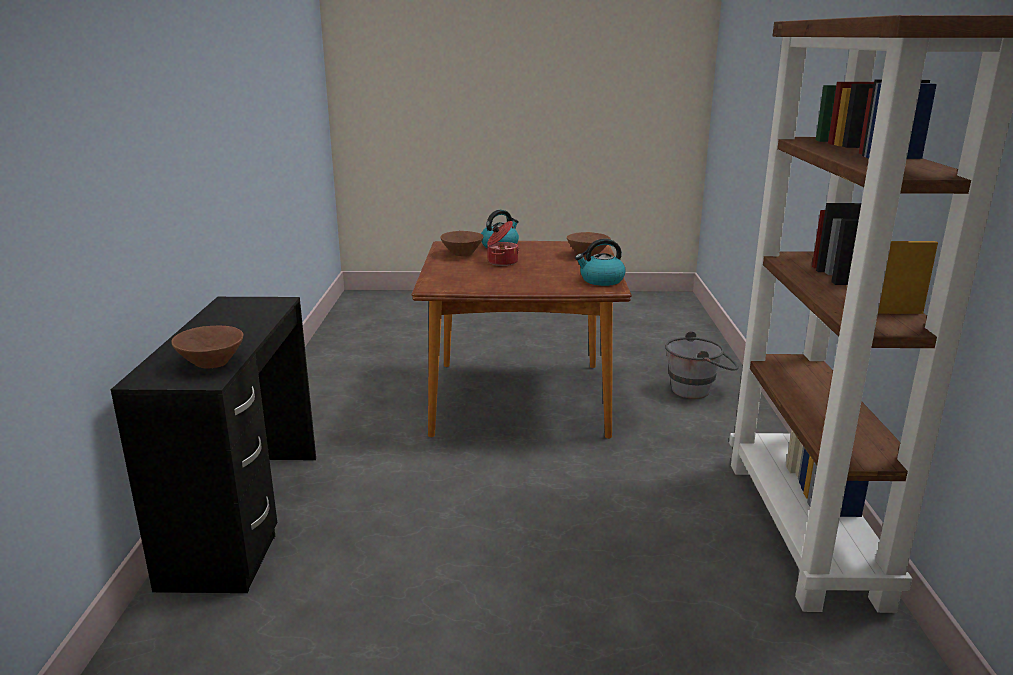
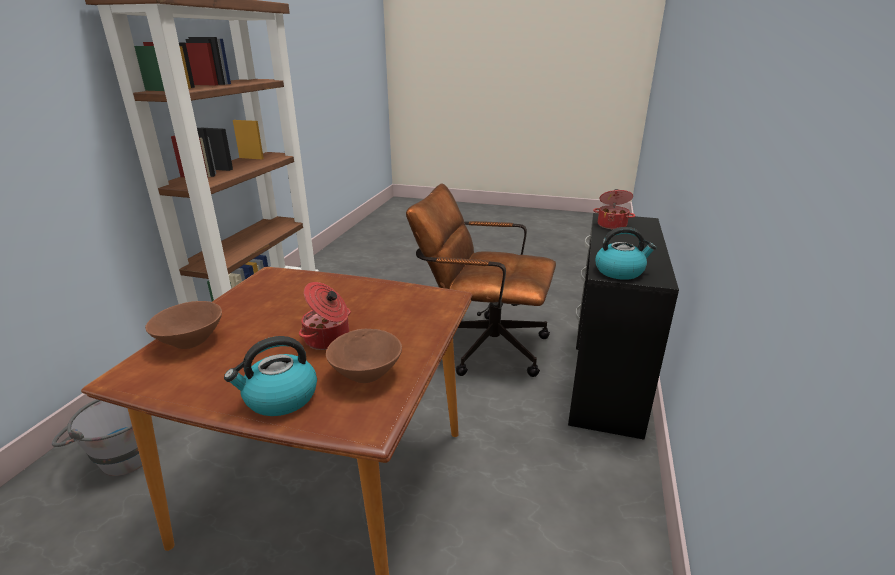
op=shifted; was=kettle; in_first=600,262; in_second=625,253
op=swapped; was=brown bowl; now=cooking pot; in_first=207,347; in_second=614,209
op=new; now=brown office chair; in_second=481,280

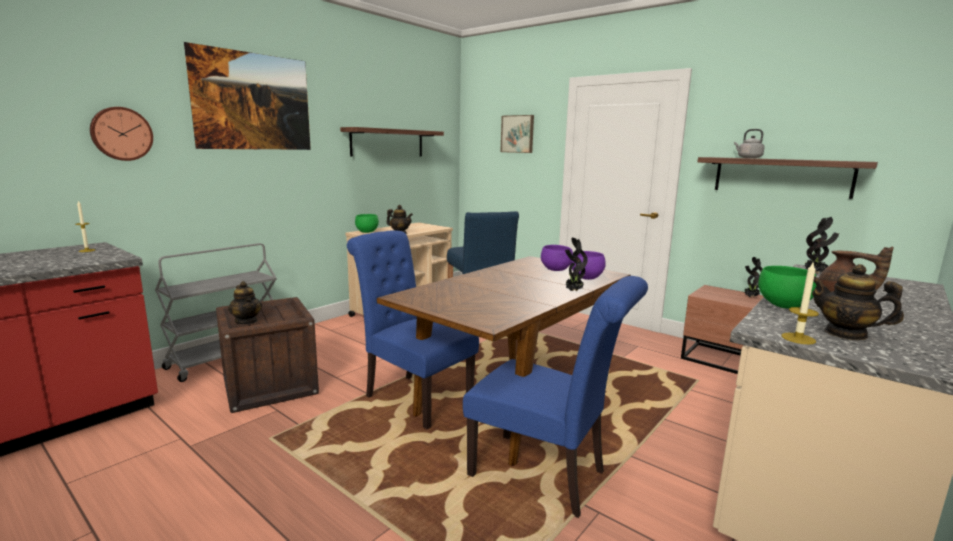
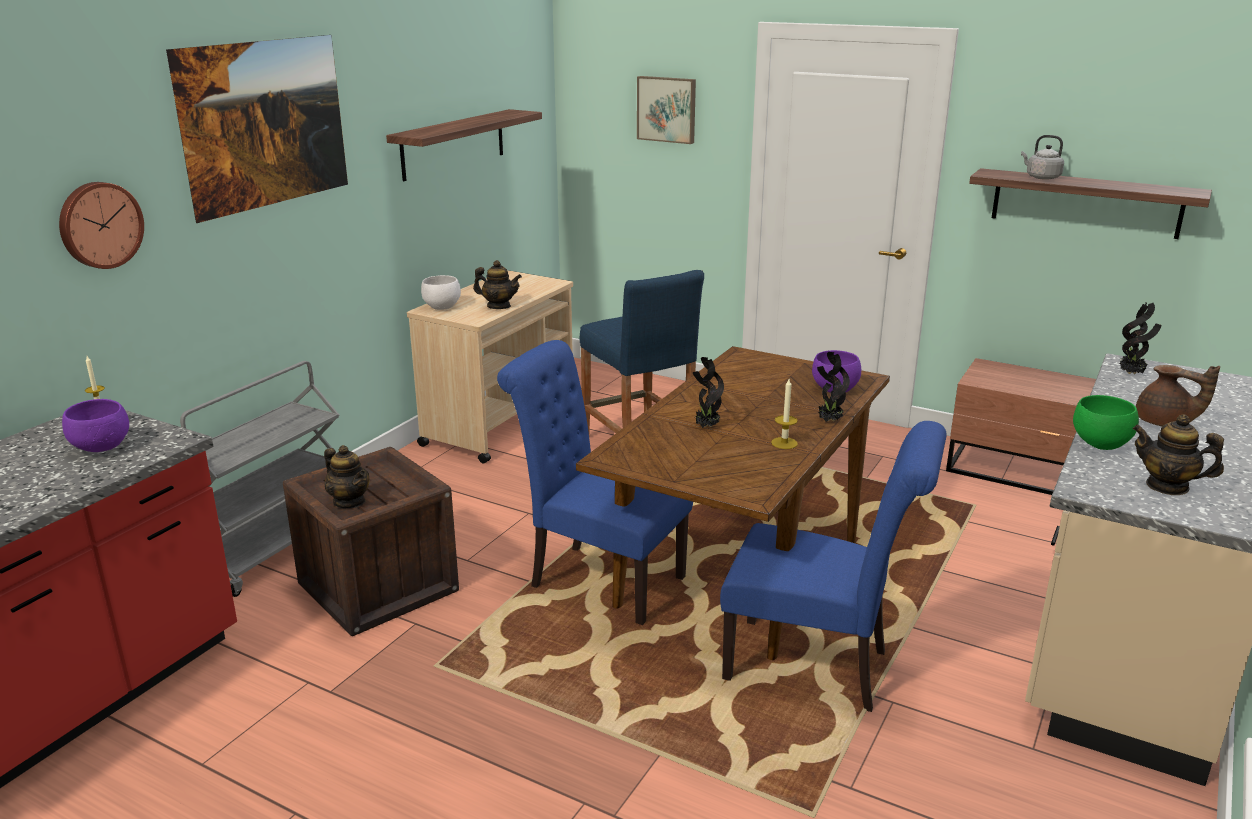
op=repainted; was=green bowl; now=white bowl; in_first=367,223; in_second=441,292
op=shifted; was=purple bowl; in_first=557,258; in_second=95,425
op=shifted; was=potted plant; in_first=754,277; in_second=708,392
op=shifted; was=candle; in_first=800,303; in_second=784,414

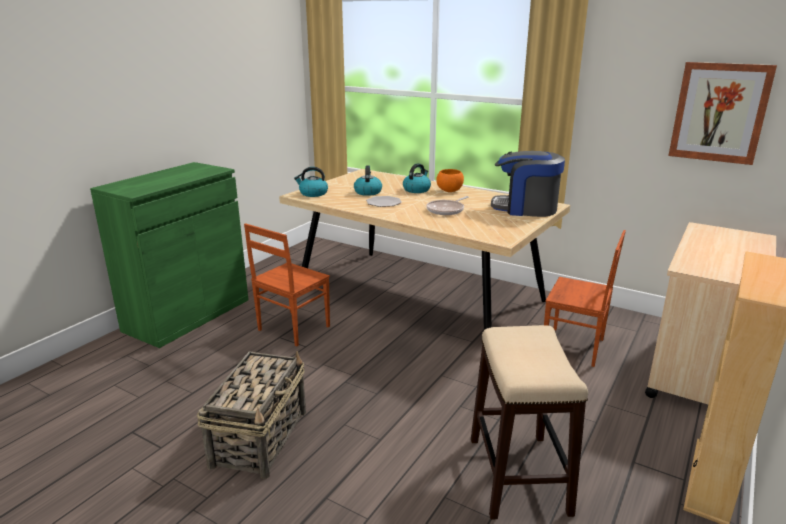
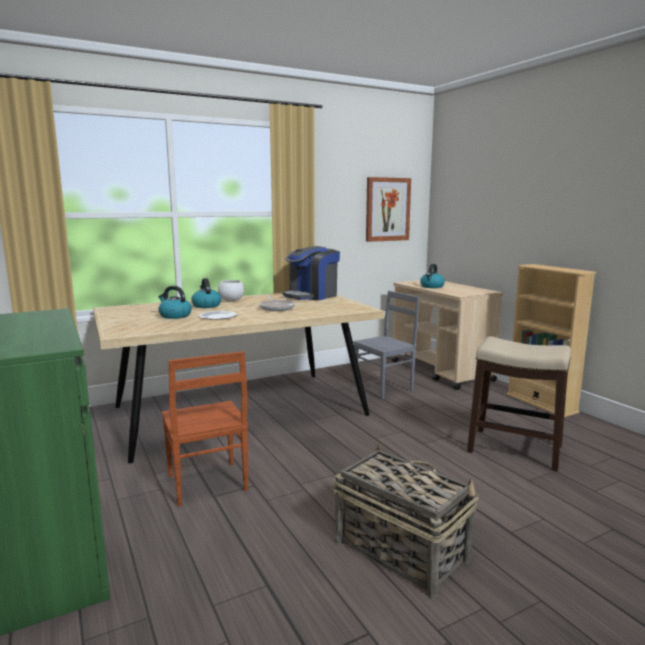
op=shifted; was=kettle; in_first=311,182; in_second=432,276
op=repainted; was=orange bowl; now=white bowl; in_first=450,180; in_second=231,290
op=repainted; was=brown chair; now=grey chair; in_first=585,298; in_second=386,345

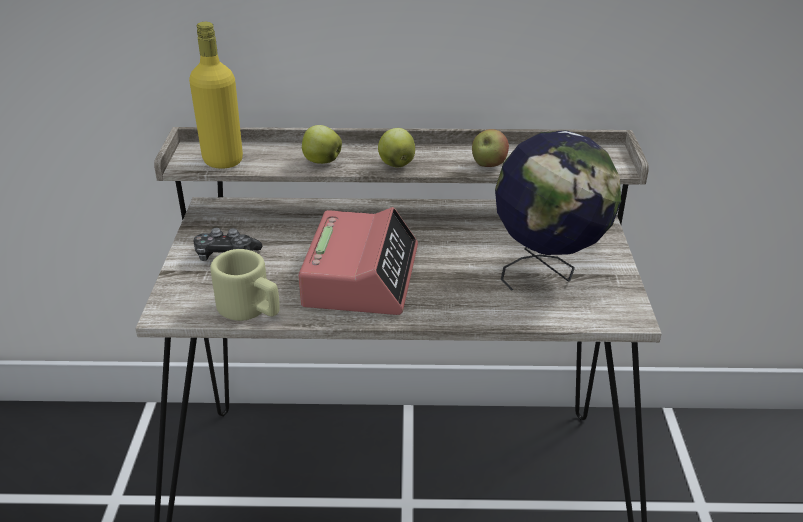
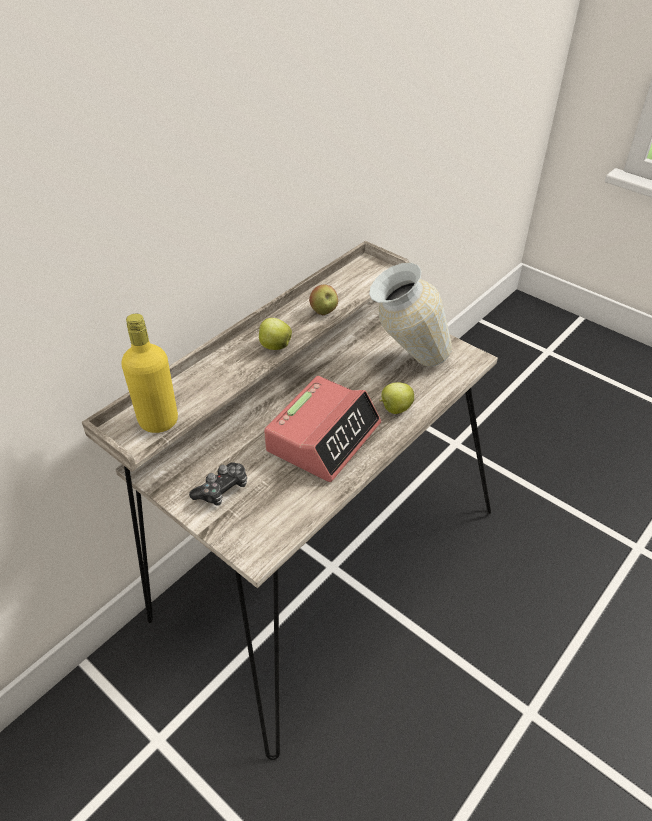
op=shifted; was=apple; in_first=322,144; in_second=397,398
op=swapped; was=globe; now=vase; in_first=558,210; in_second=410,314
op=rotated; was=alarm clock; in_first=358,261; in_second=322,429; clockwise=75
op=gone; was=beige mug; in_first=245,285

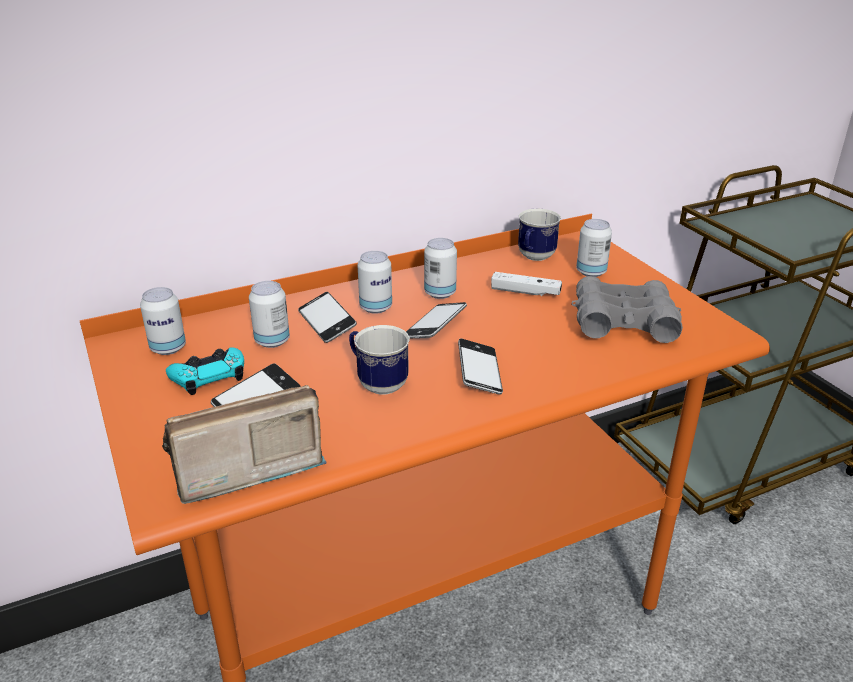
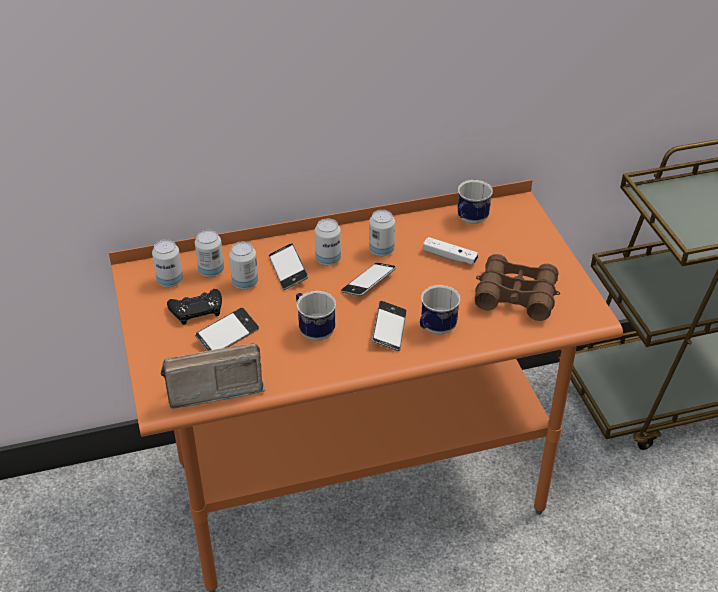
op=shifted; was=can; in_first=594,248; in_second=209,253
op=repainted; was=grey binoculars; now=brown binoculars; in_first=627,309; in_second=517,287
op=repainted; was=turquoise game controller; now=black game controller; in_first=205,371; in_second=194,307
op=new; now=mug; in_second=440,310

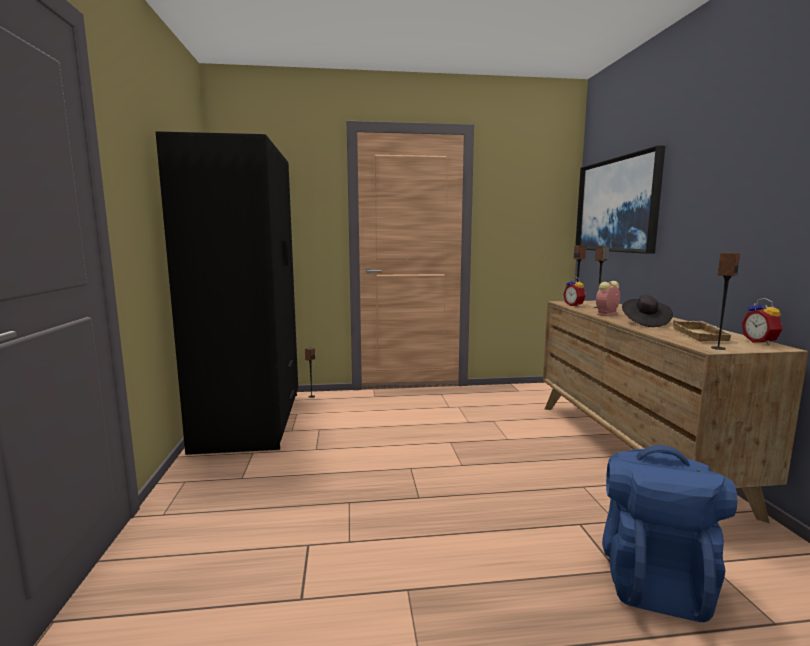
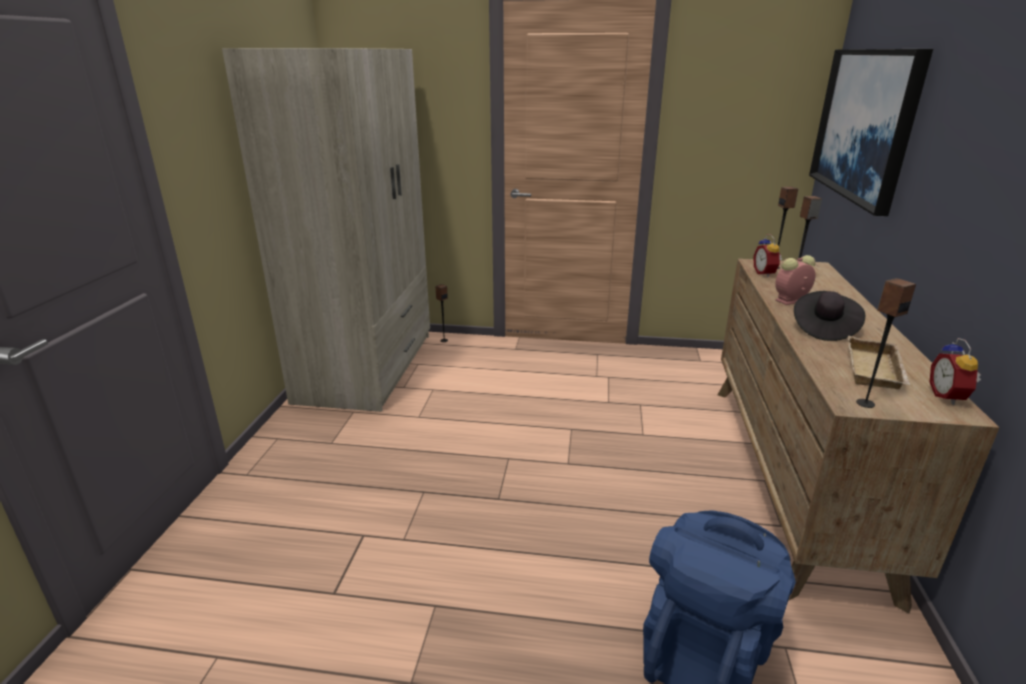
op=repainted; was=black wardrobe; now=beige wardrobe; in_first=226,293; in_second=326,230

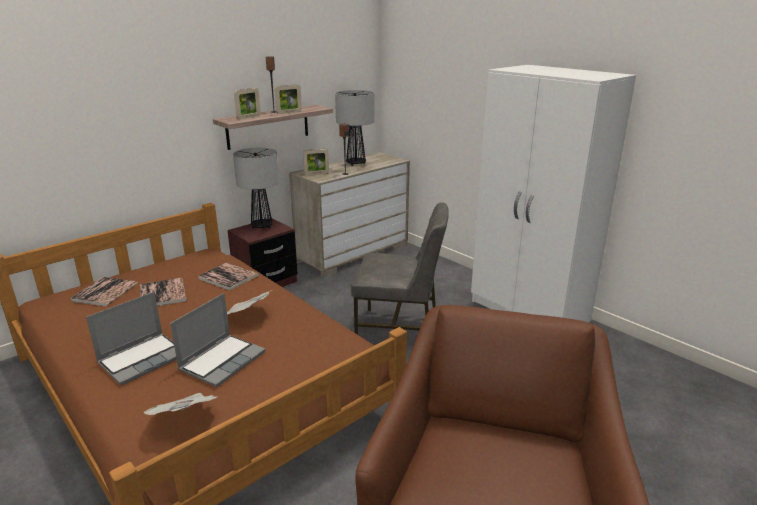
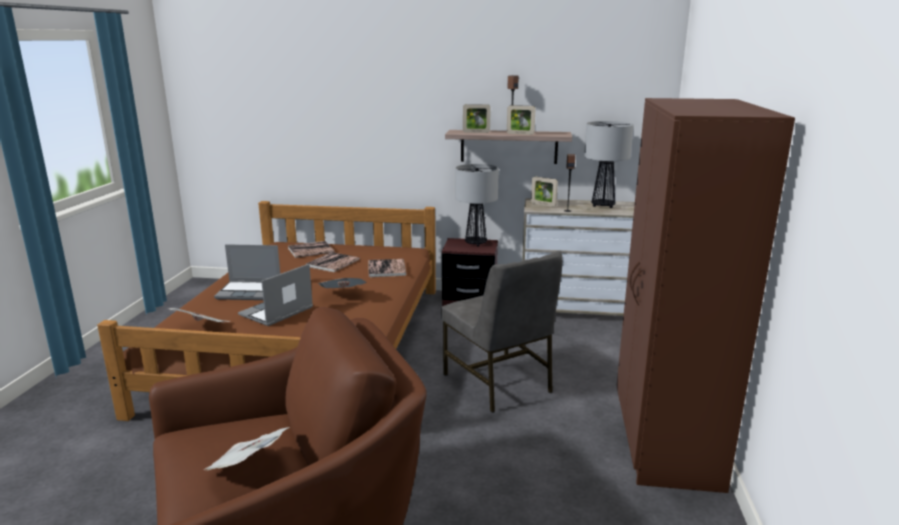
op=repainted; was=white wardrobe; now=brown wardrobe; in_first=553,193; in_second=705,295
op=rotated; was=laptop; in_first=218,340; in_second=275,295; clockwise=135
op=new; now=newspaper; in_second=247,448

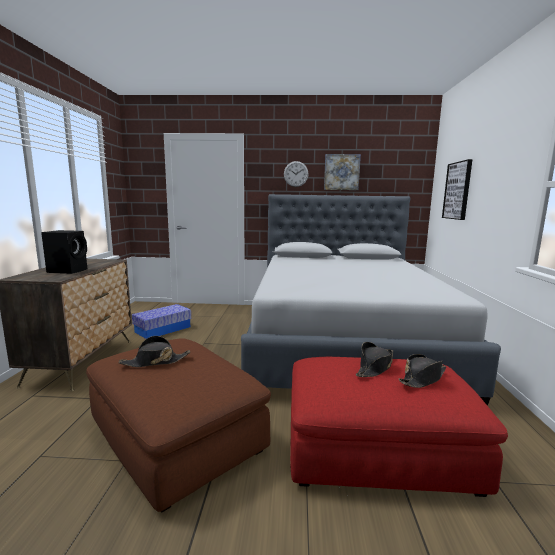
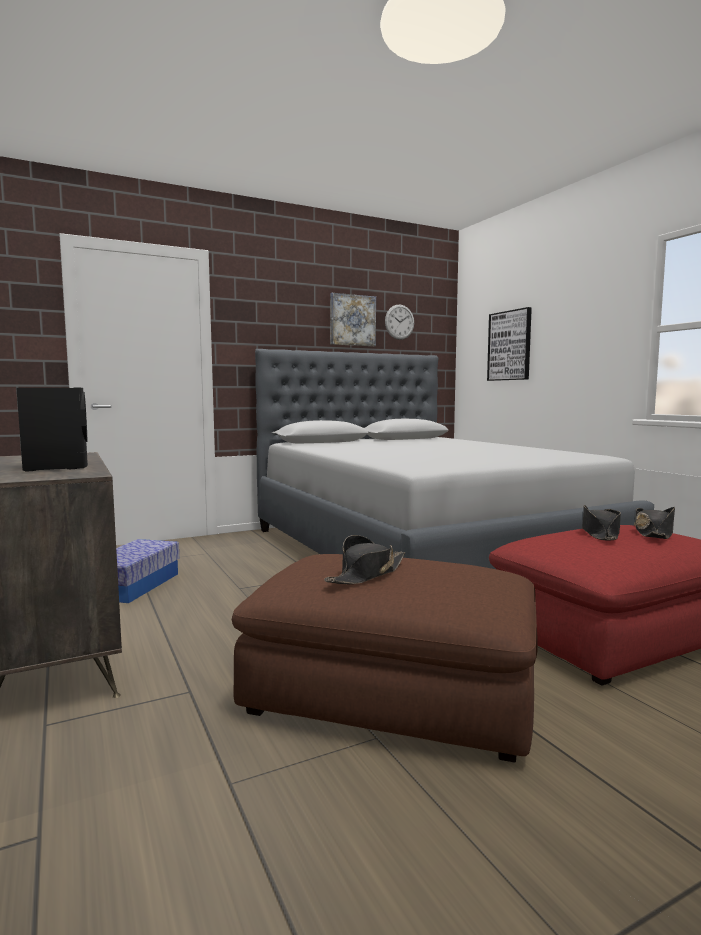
op=shifted; was=wall clock; in_first=296,174; in_second=399,322

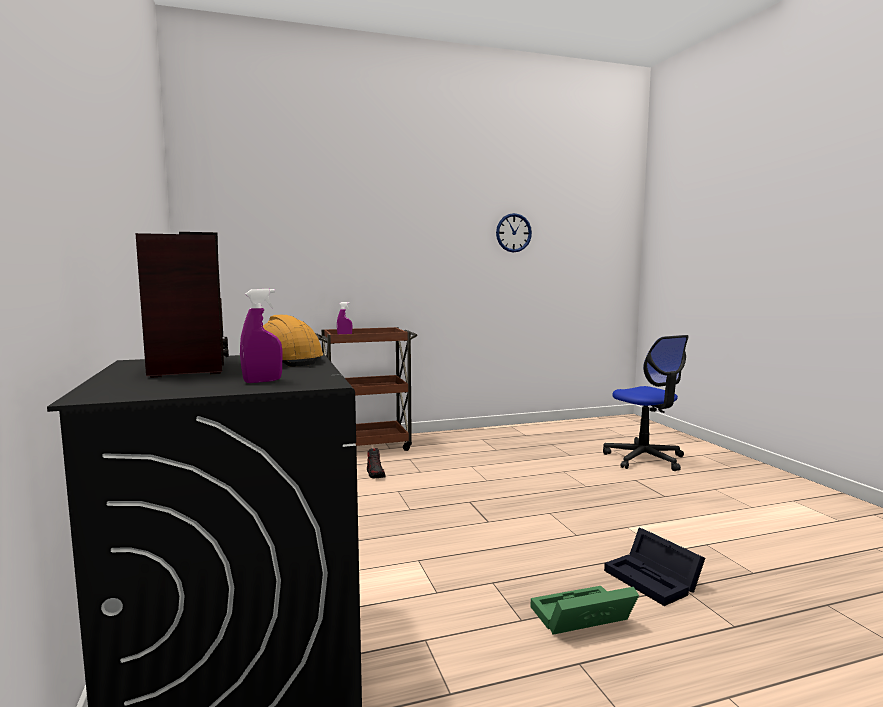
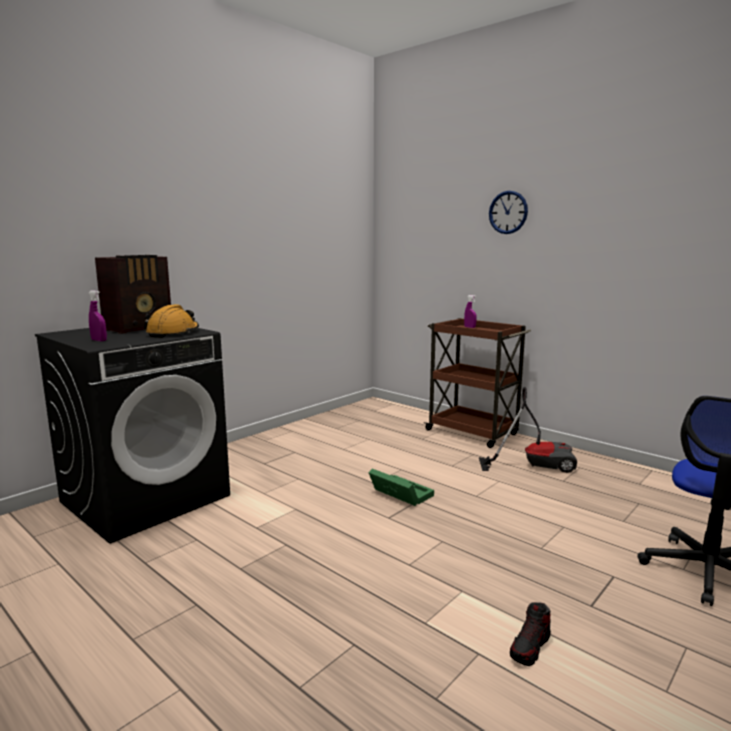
op=shifted; was=wall clock; in_first=514,233; in_second=508,212
op=shifted; was=shoe; in_first=376,463; in_second=530,634
op=gone; was=black storage box; in_first=654,567
op=shifted; was=green storage box; in_first=585,610; in_second=401,487
op=new; now=vacuum cleaner; in_second=528,430

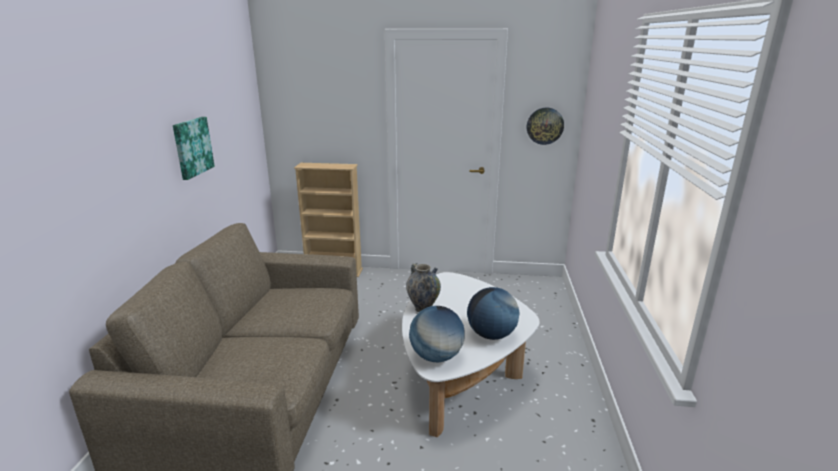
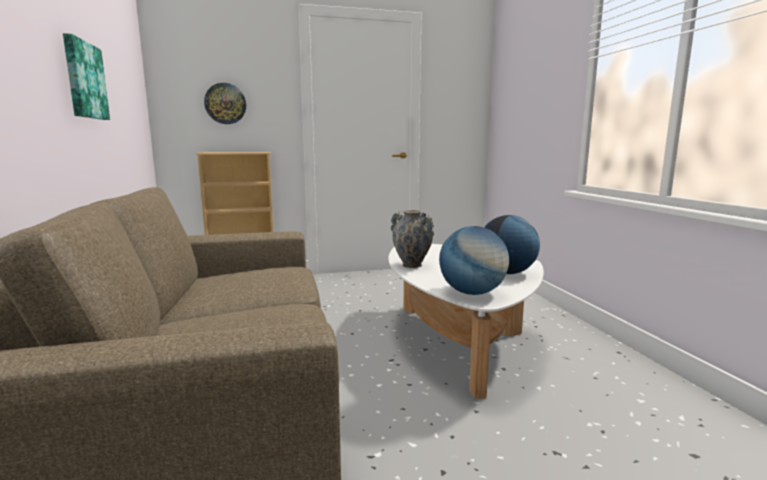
op=shifted; was=wall clock; in_first=545,126; in_second=225,103

